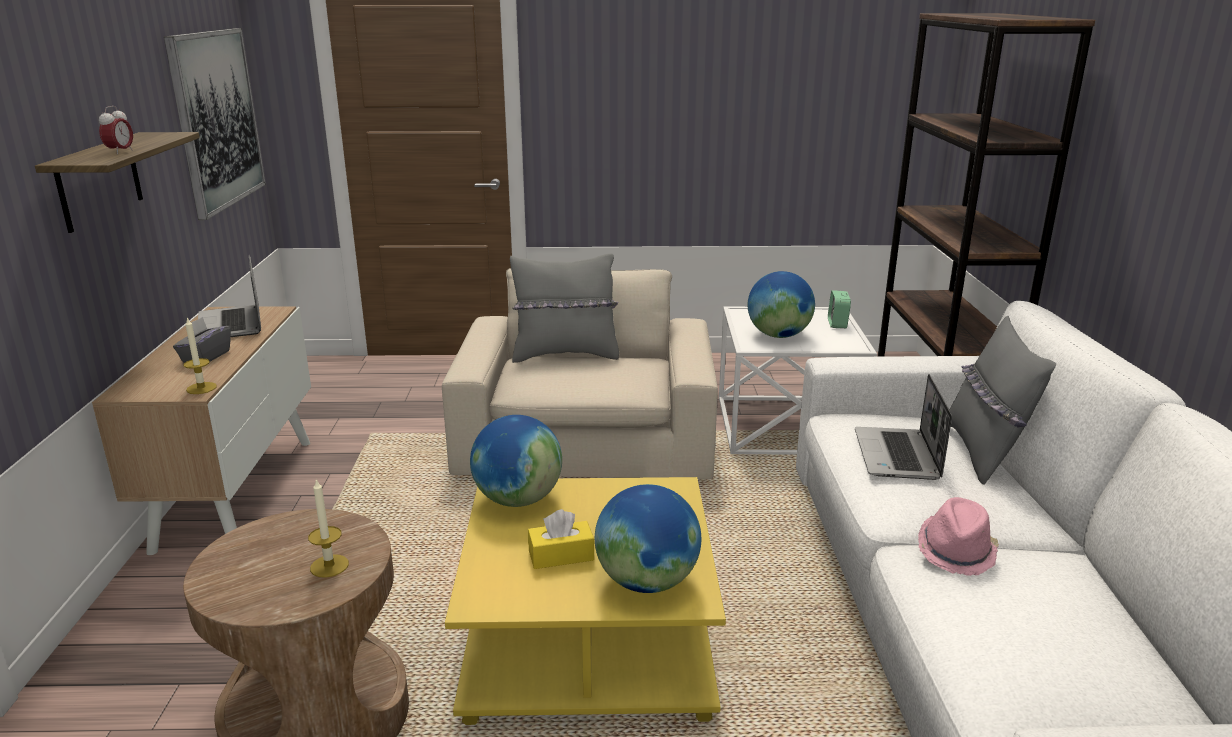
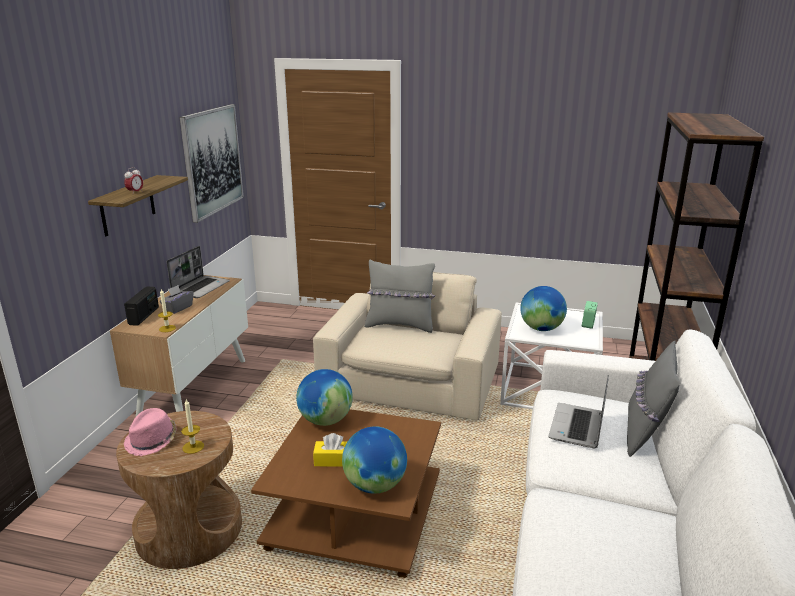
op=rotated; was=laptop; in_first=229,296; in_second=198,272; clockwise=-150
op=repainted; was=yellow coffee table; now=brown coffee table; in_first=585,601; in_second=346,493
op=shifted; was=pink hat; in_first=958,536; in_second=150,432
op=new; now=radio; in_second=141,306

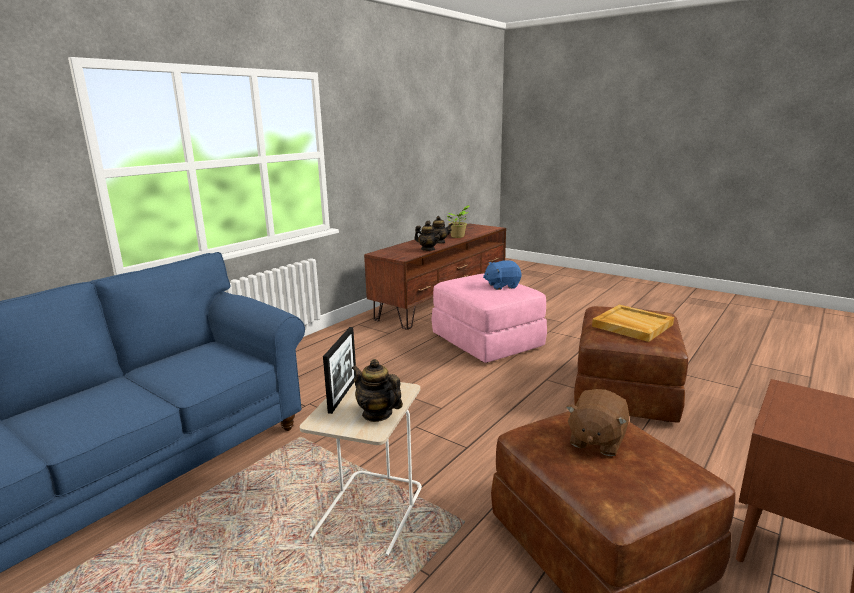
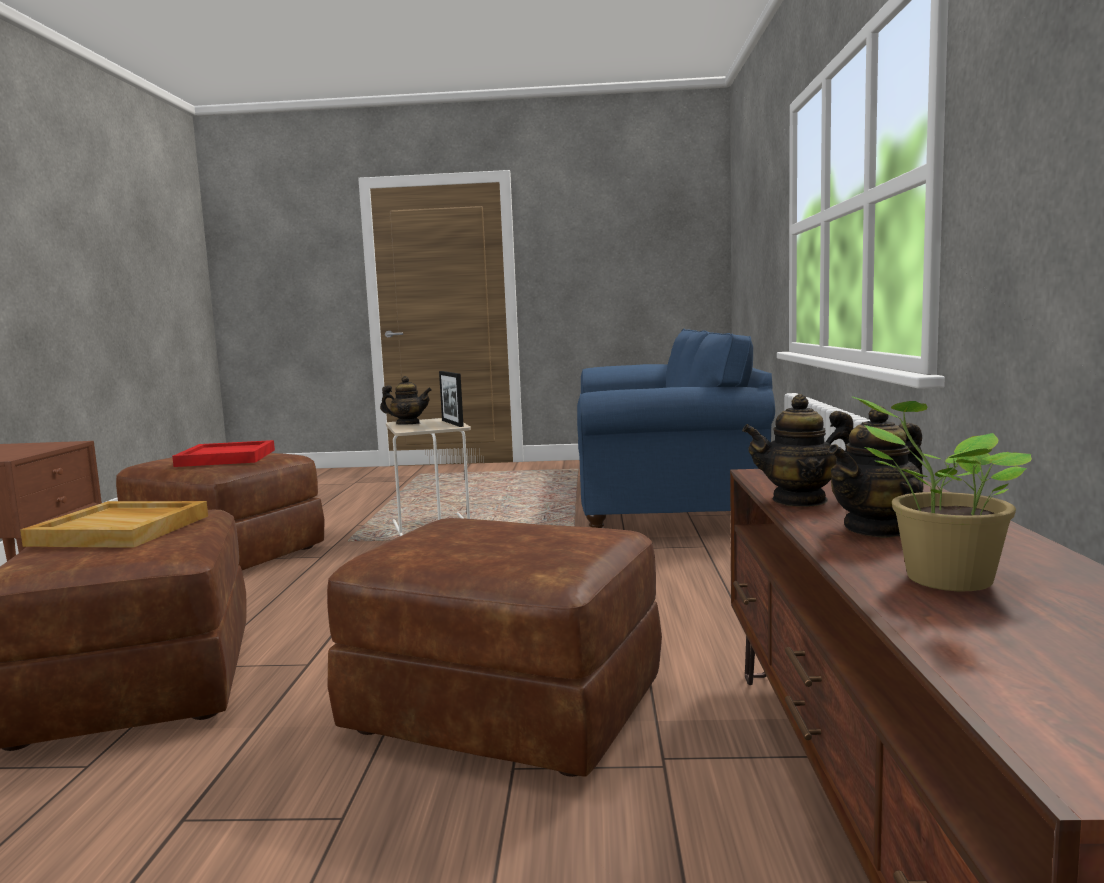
op=gone; was=blue plush toy; in_first=502,275
op=repainted; was=pink ottoman; now=brown ottoman; in_first=489,318; in_second=494,647
op=swapped; was=brown plush toy; now=red tray; in_first=597,422; in_second=223,453

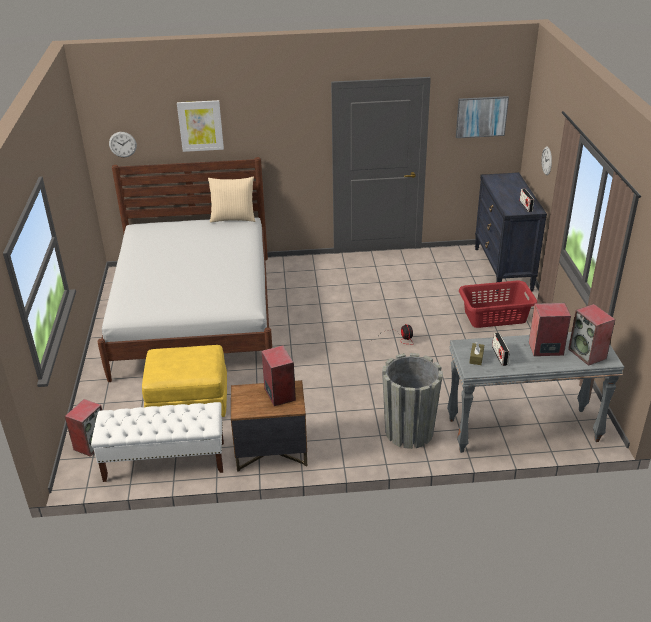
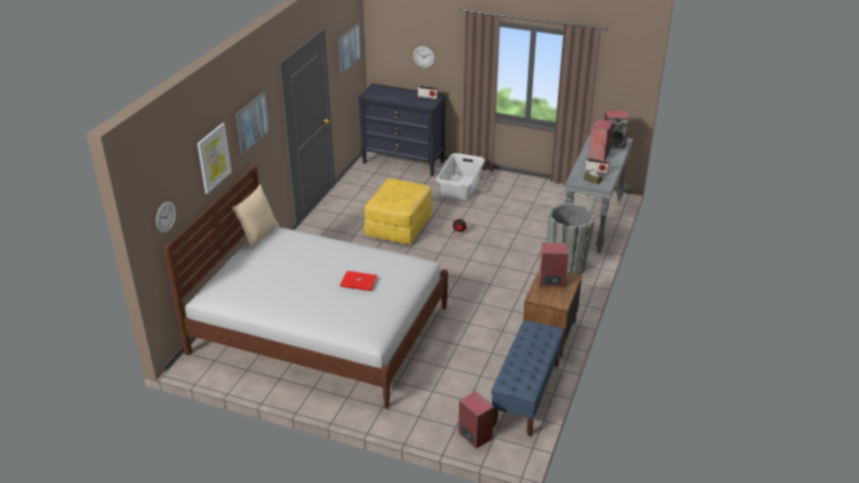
op=repainted; was=red laundry basket; now=grey laundry basket; in_first=498,304; in_second=460,176
op=shifted; was=yellow ottoman; in_first=184,381; in_second=398,211
op=repainted; was=white bench; now=blue bench; in_first=157,442; in_second=527,378
op=new; now=picture; in_second=252,123
op=new; now=red book; in_second=359,281

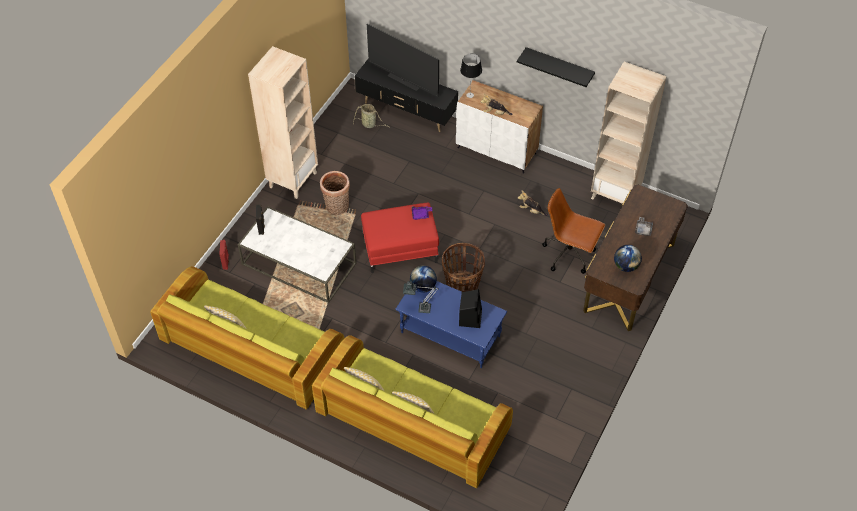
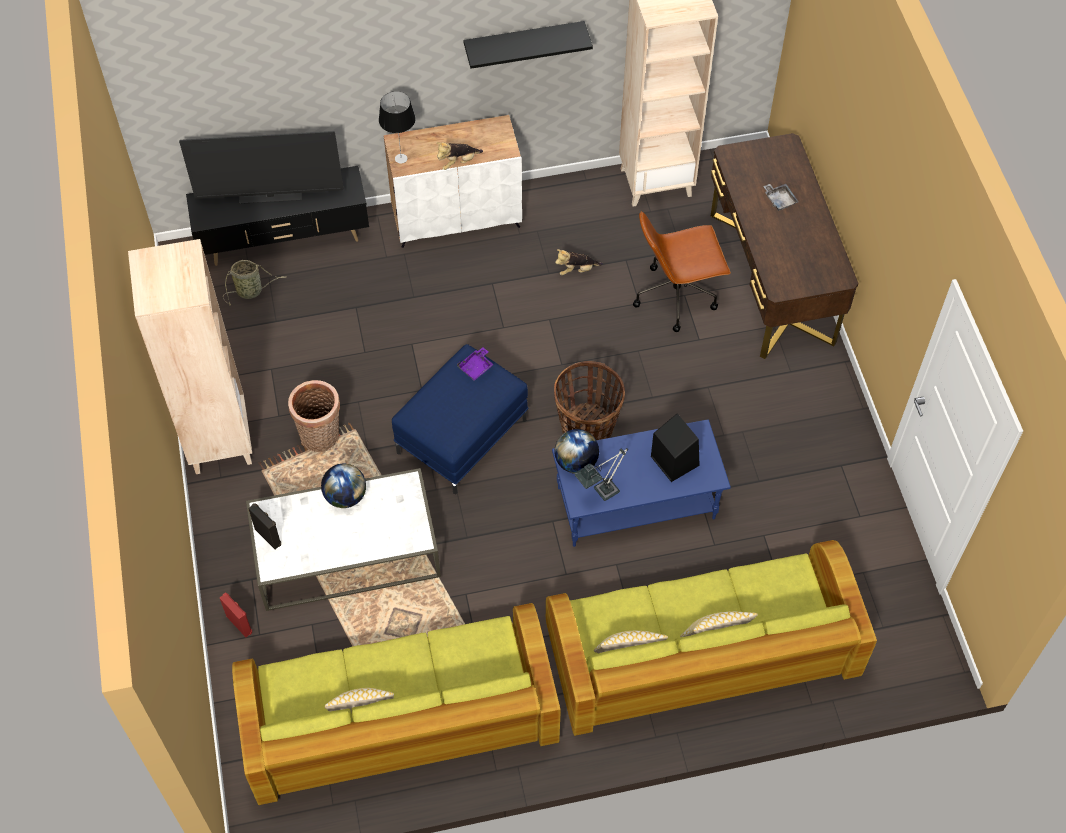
op=repainted; was=red ottoman; now=blue ottoman; in_first=400,237; in_second=460,419
op=shifted; was=globe; in_first=628,258; in_second=343,486

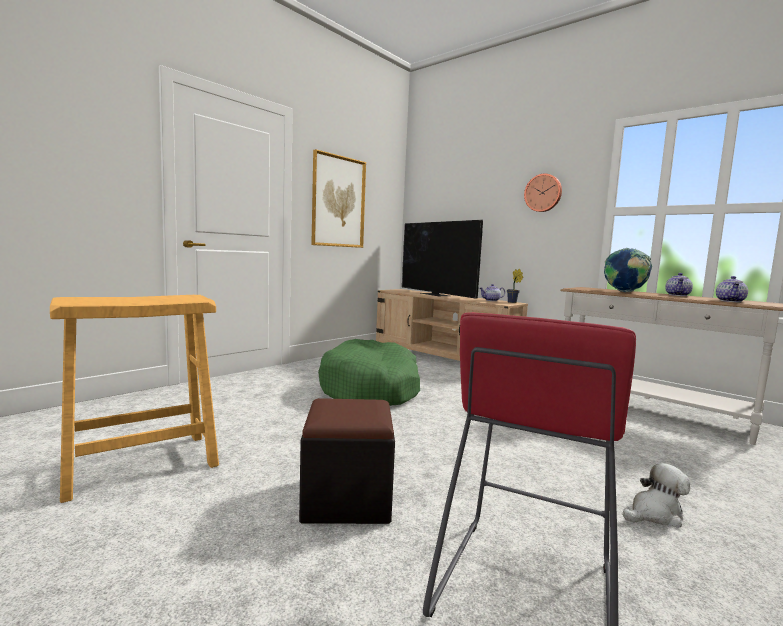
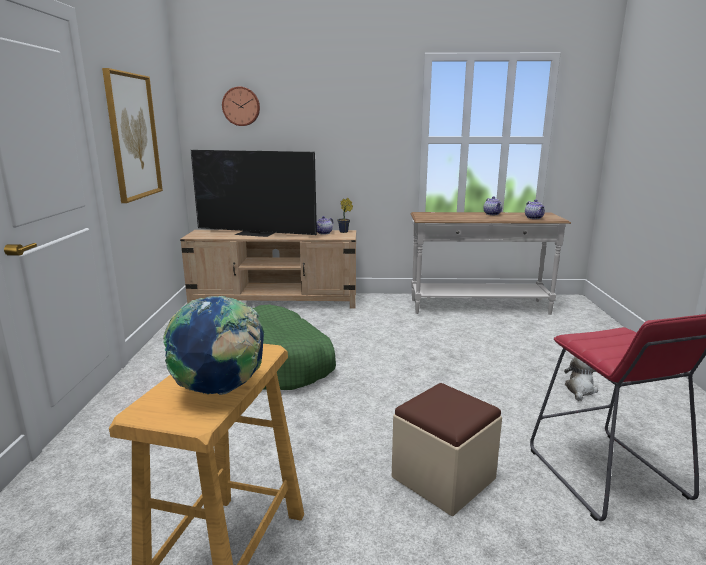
op=shifted; was=wall clock; in_first=543,193; in_second=241,106
op=shifted; was=globe; in_first=628,270; in_second=214,345
op=repainted; was=black ottoman; now=beige ottoman; in_first=347,461; in_second=447,449

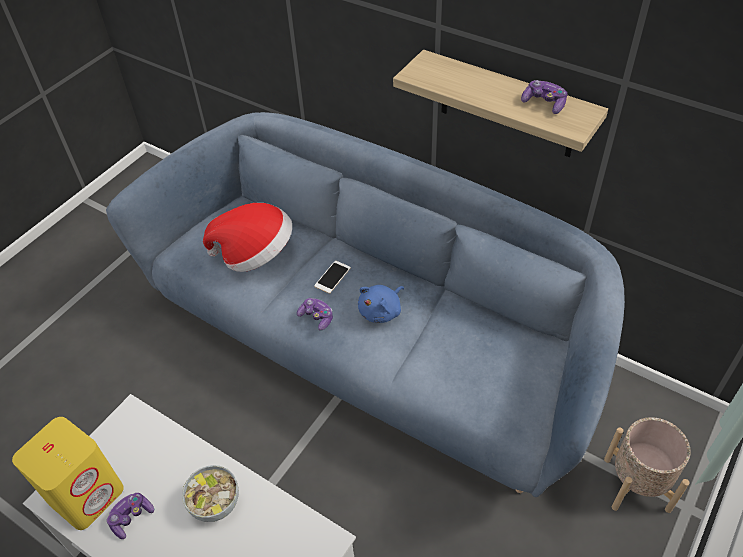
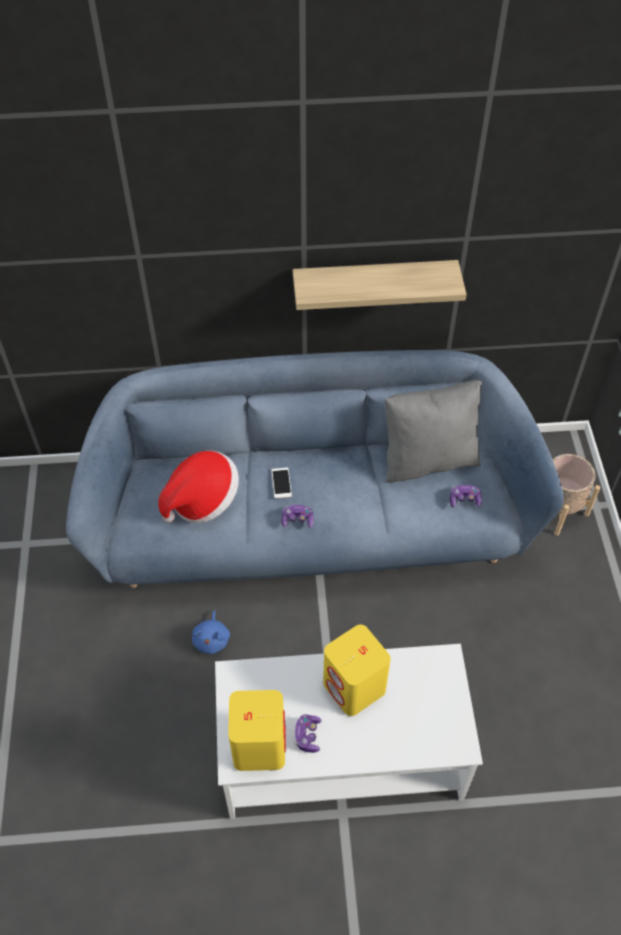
op=shifted; was=game controller; in_first=544,97; in_second=466,496
op=shifted; was=blue plush toy; in_first=381,304; in_second=211,632
op=swapped; was=bowl; now=yellow speaker; in_first=210,493; in_second=357,670
op=new; now=grey pillow; in_second=433,431

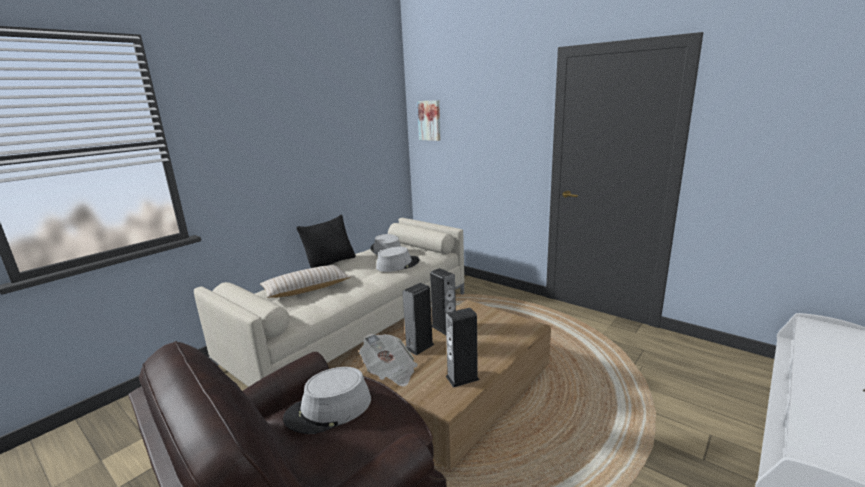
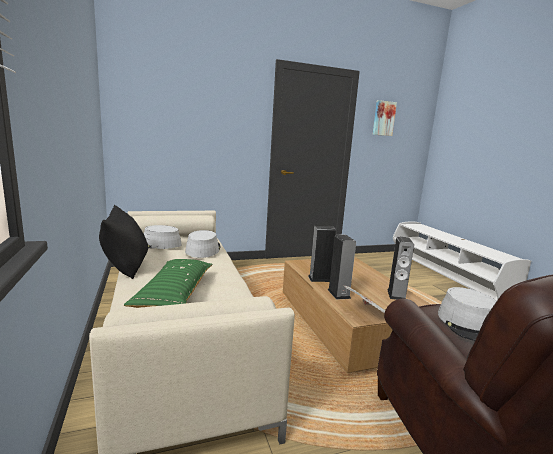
op=shifted; was=picture; in_first=428,120; in_second=385,118
op=repainted; was=beige pillow; now=green pillow; in_first=305,281; in_second=168,283

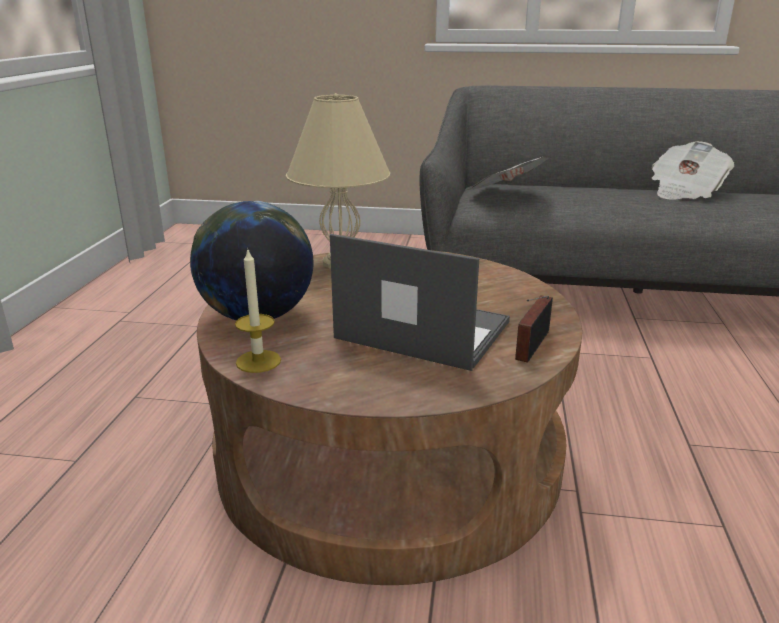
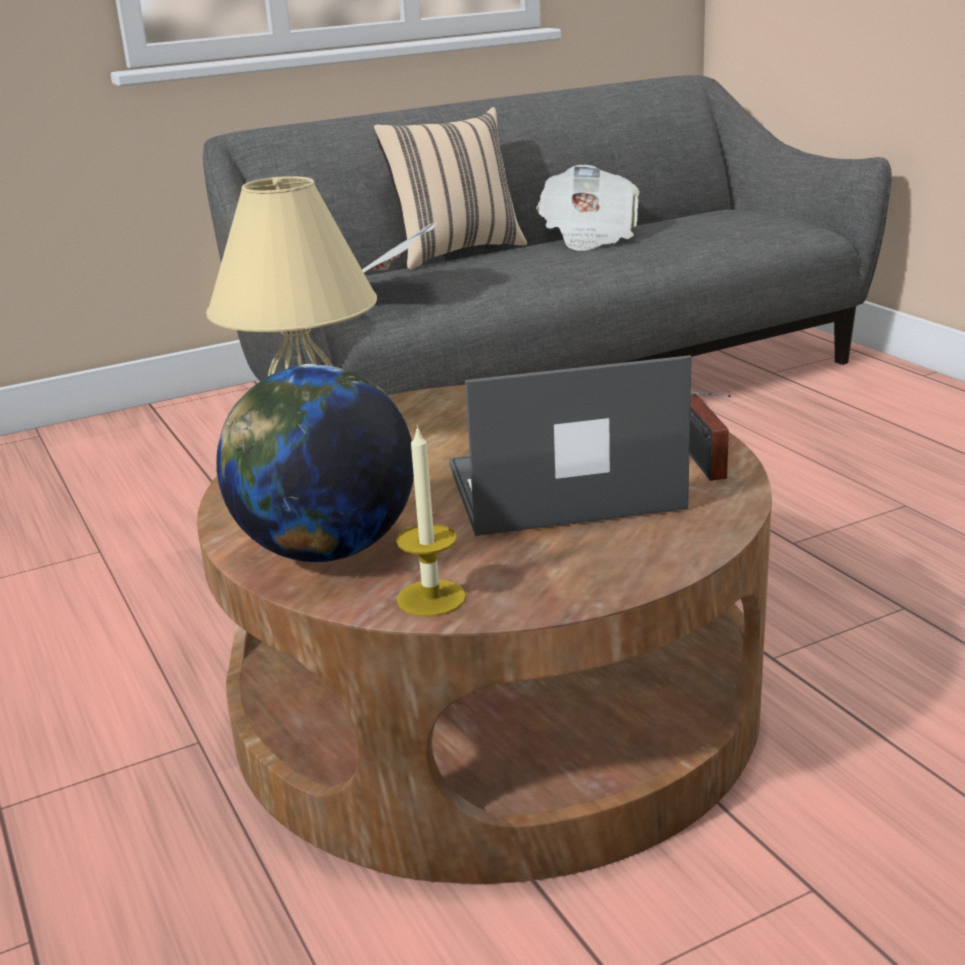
op=new; now=beige pillow; in_second=450,188

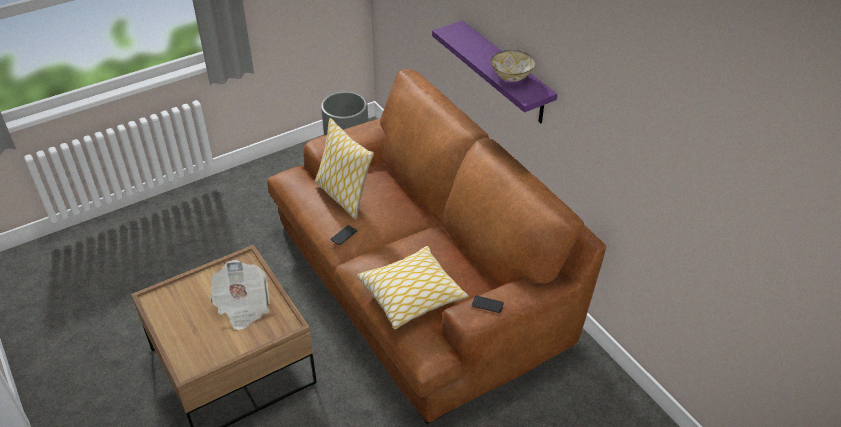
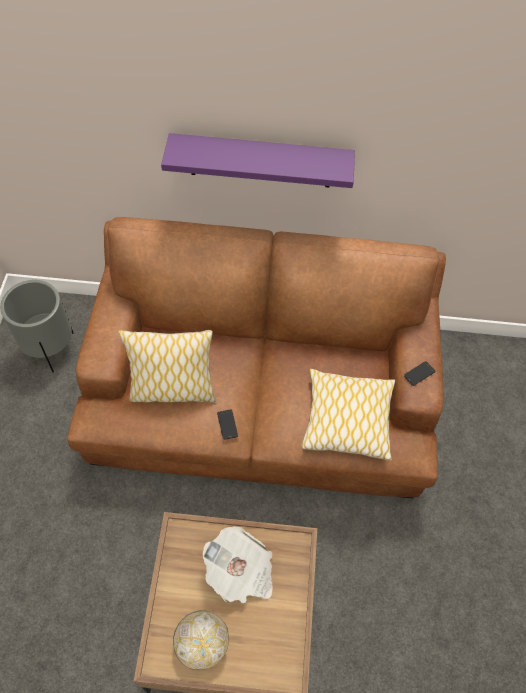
op=shifted; was=bowl; in_first=513,66; in_second=201,640

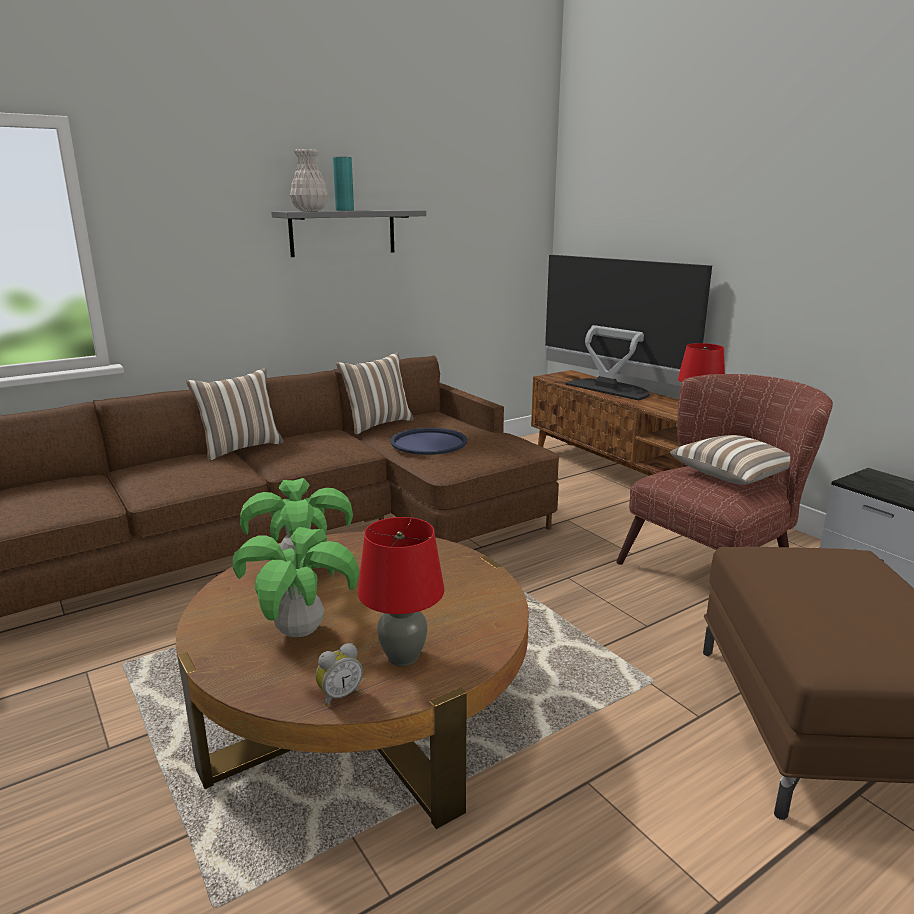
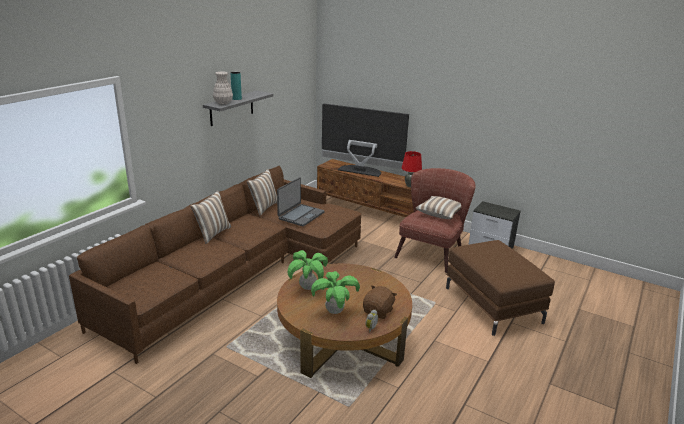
op=swapped; was=blue tray; now=laptop; in_first=428,441; in_second=301,201
op=swapped; was=red table lamp; now=brown plush toy; in_first=401,591; in_second=380,302

